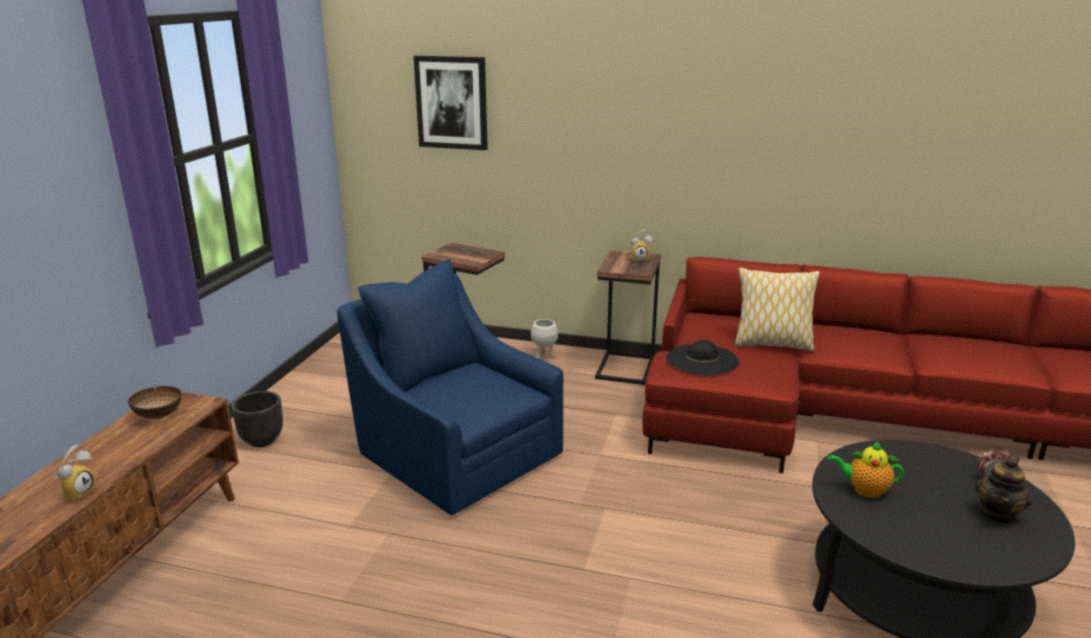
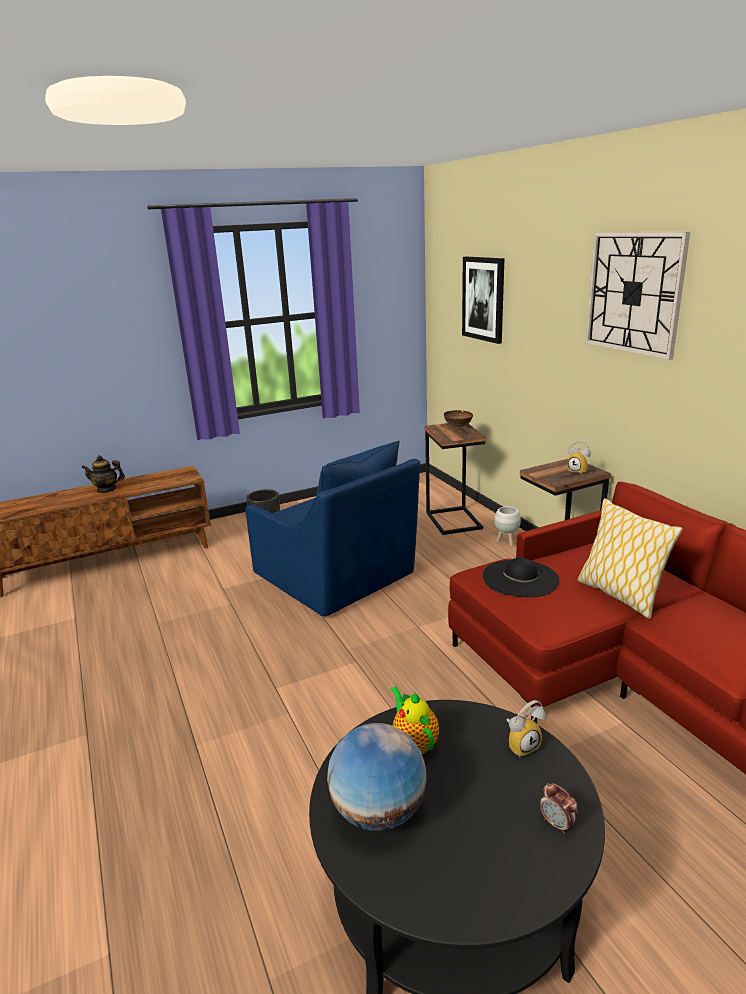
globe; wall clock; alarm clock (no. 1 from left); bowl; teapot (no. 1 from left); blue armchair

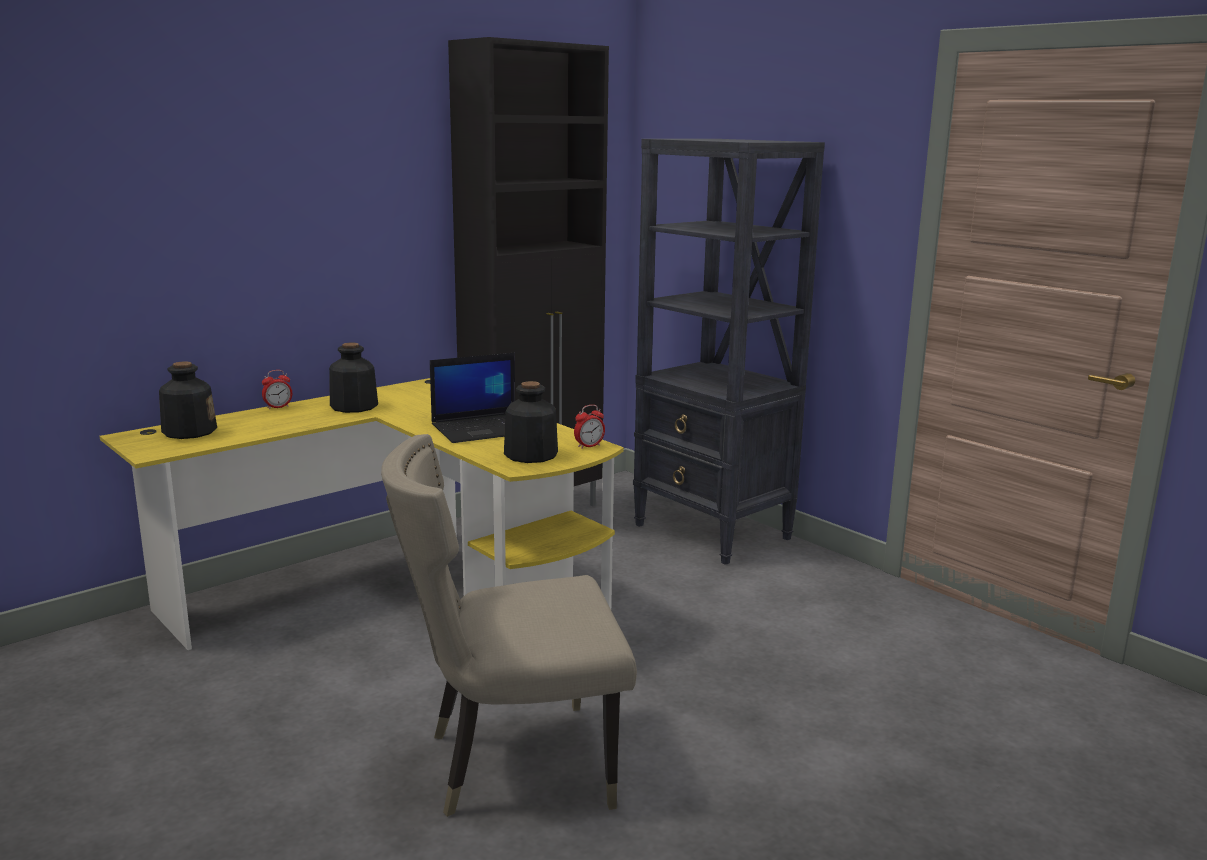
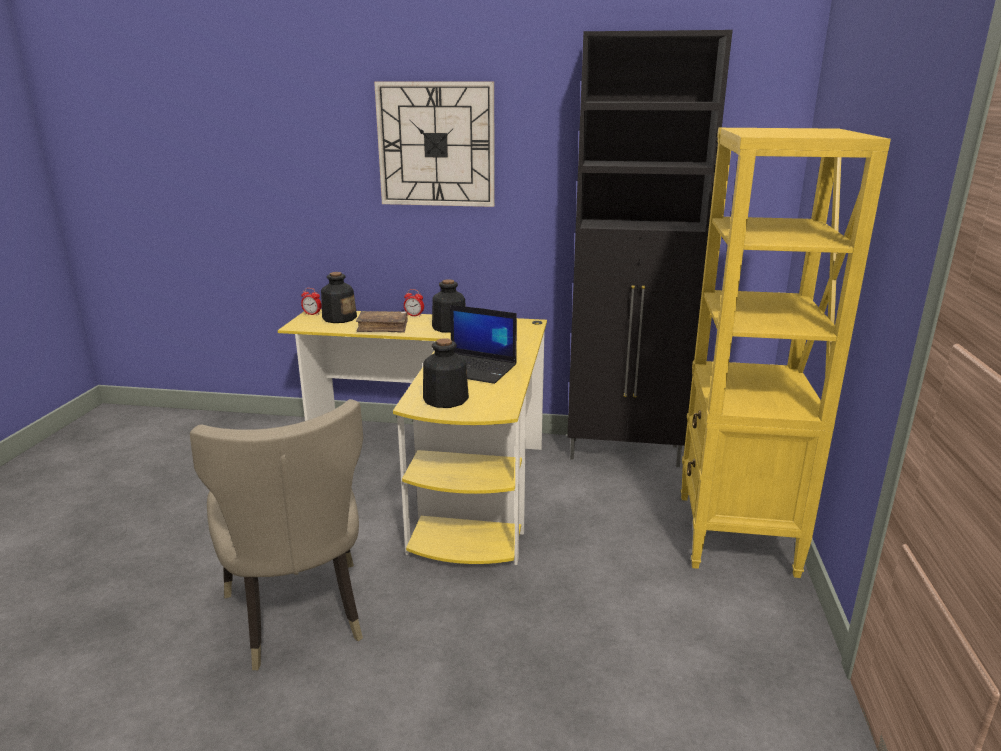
brown book; wall clock; alarm clock (no. 1 from left); yellow bookcase; beige chair

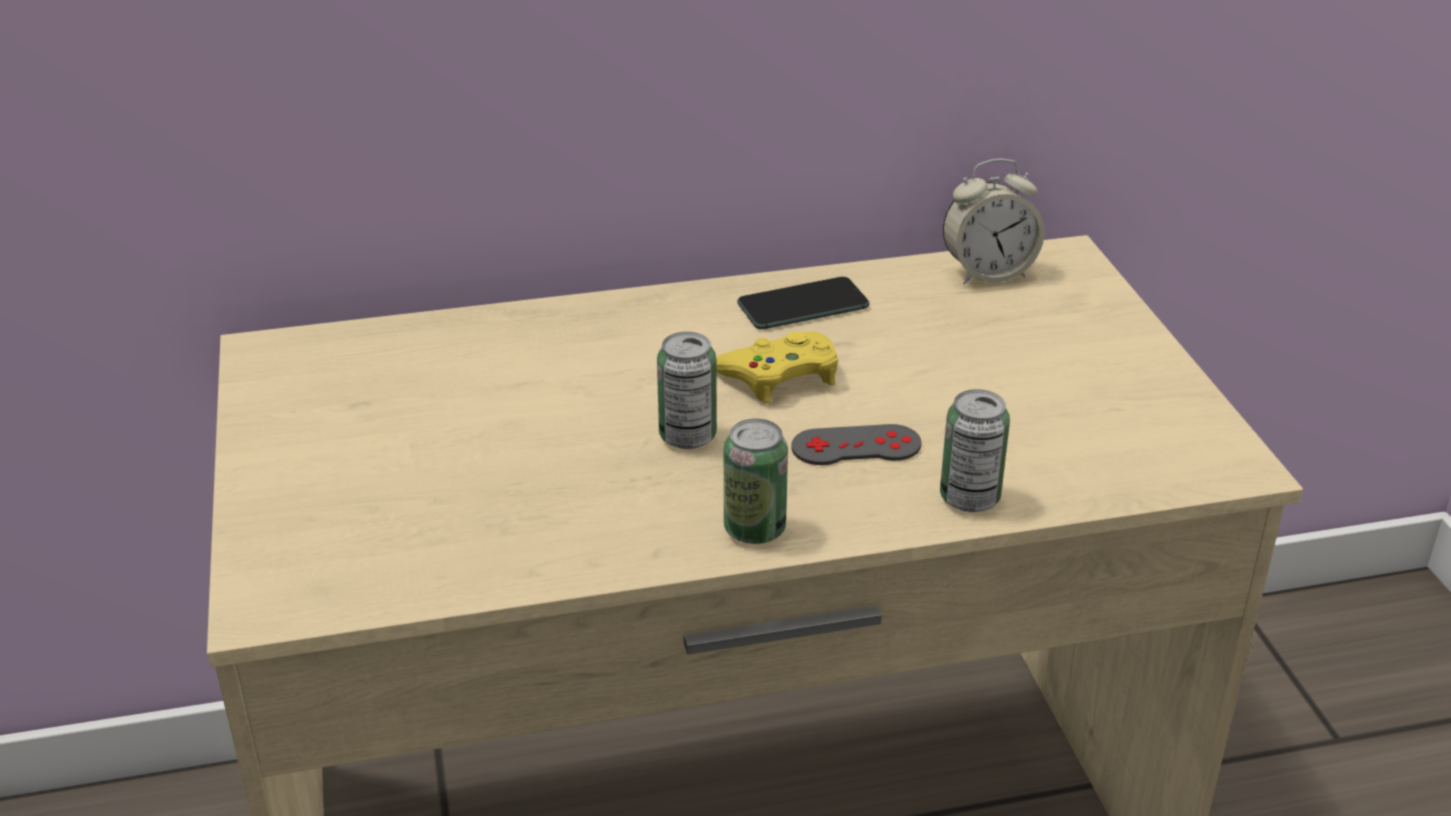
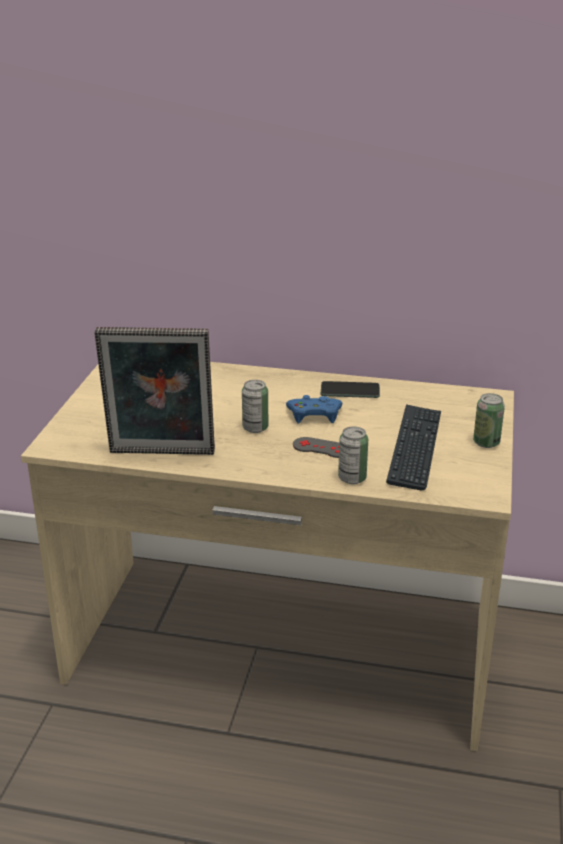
alarm clock; picture frame; keyboard; can (no. 3 from left); blue game controller

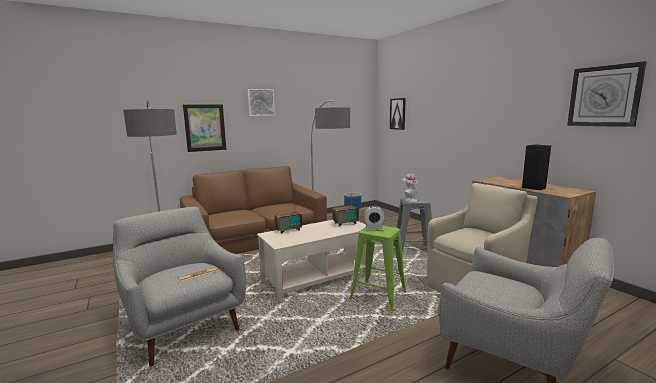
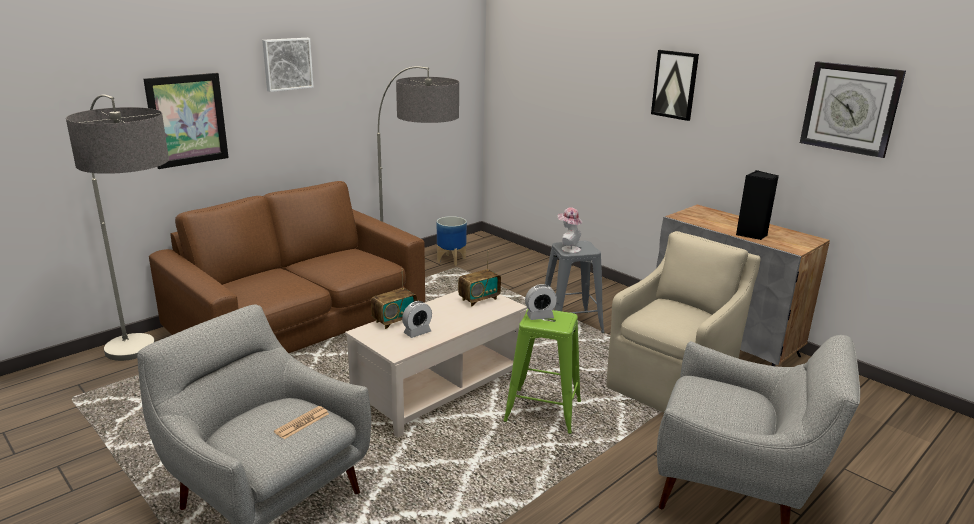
alarm clock (no. 1 from left); picture (no. 3 from left)

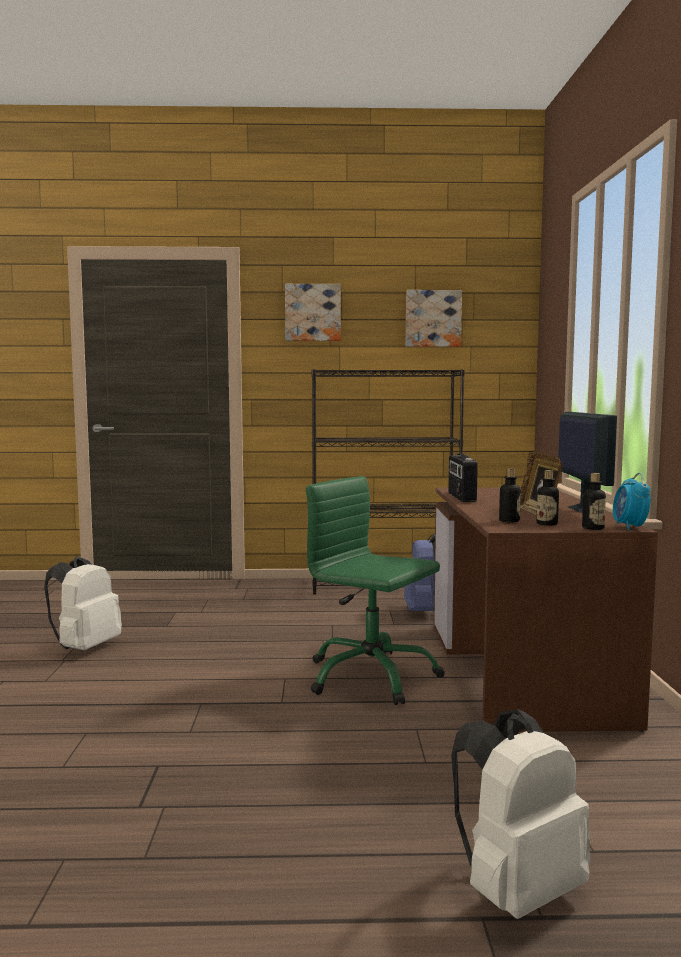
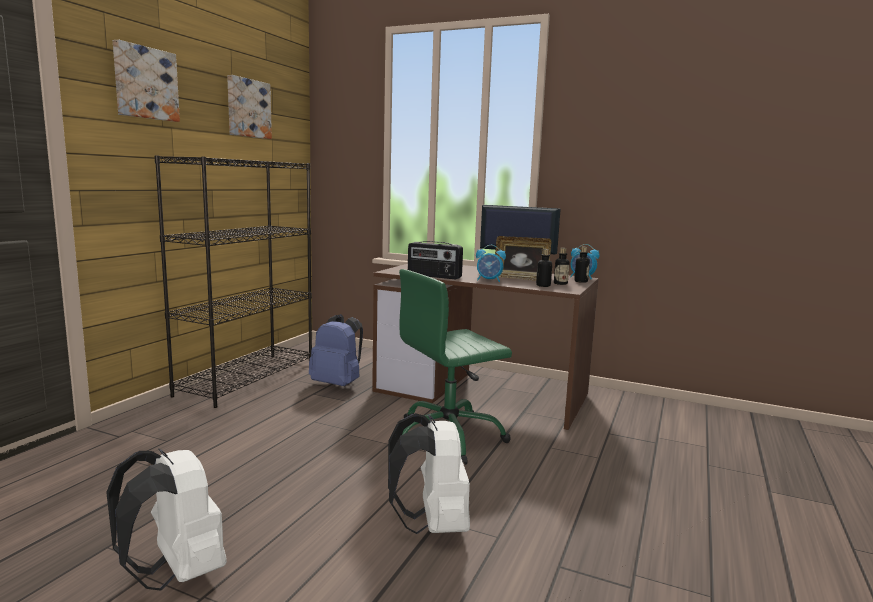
alarm clock (no. 1 from left); white backpack (no. 2 from left)

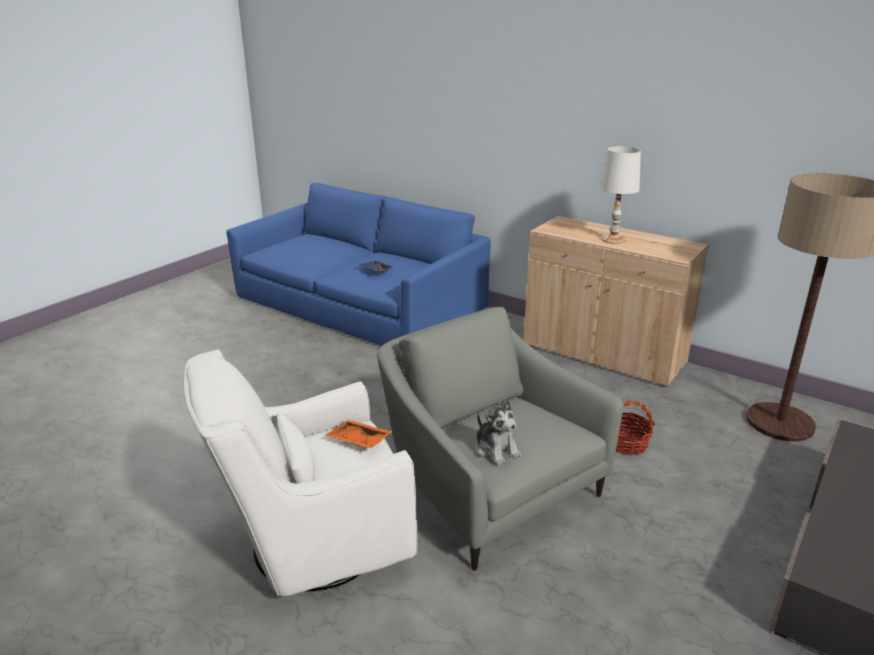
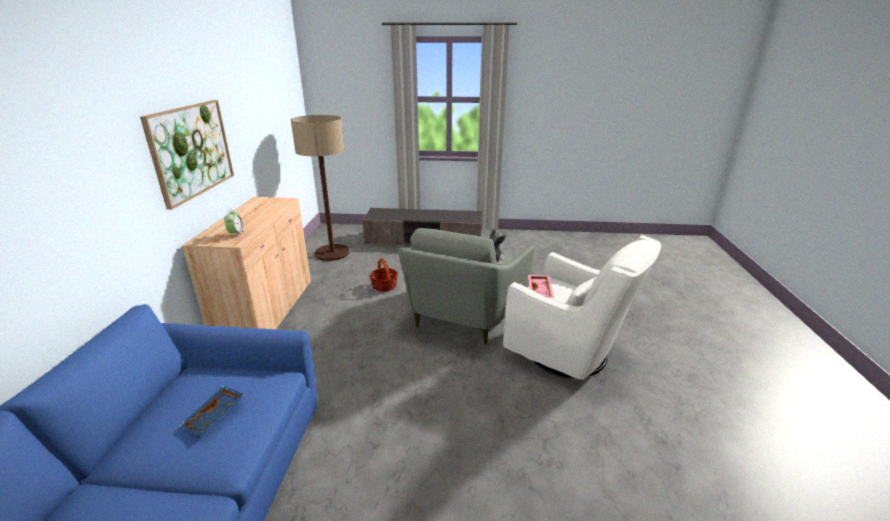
white table lamp; picture; alarm clock; pink tray

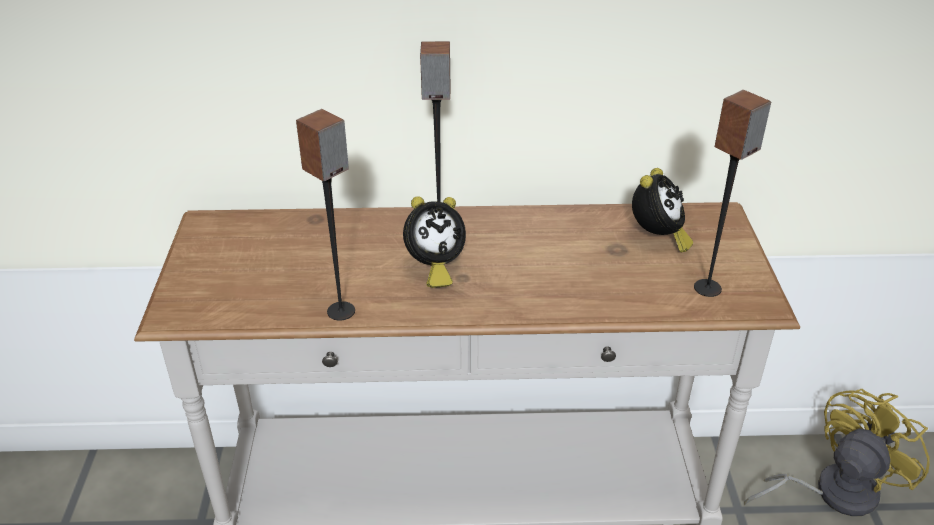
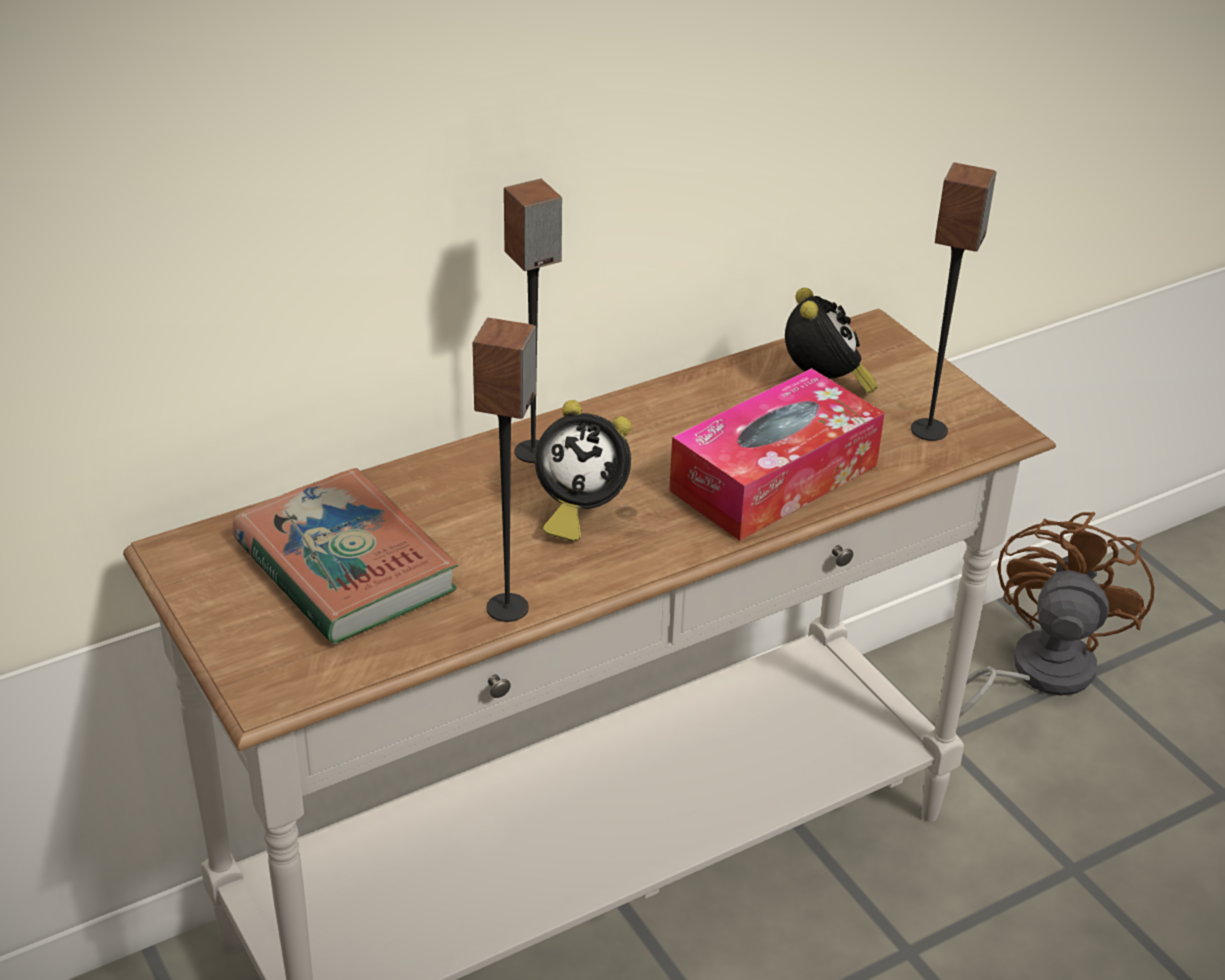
book; tissue box; brown fan; alarm clock (no. 1 from left)

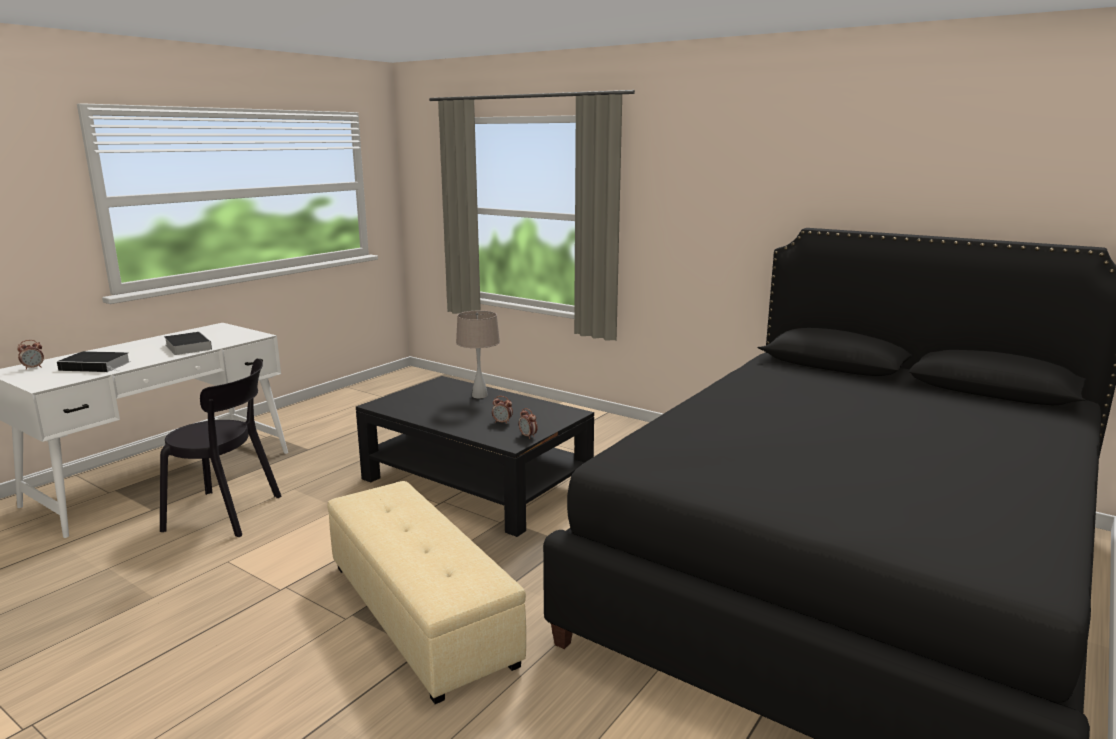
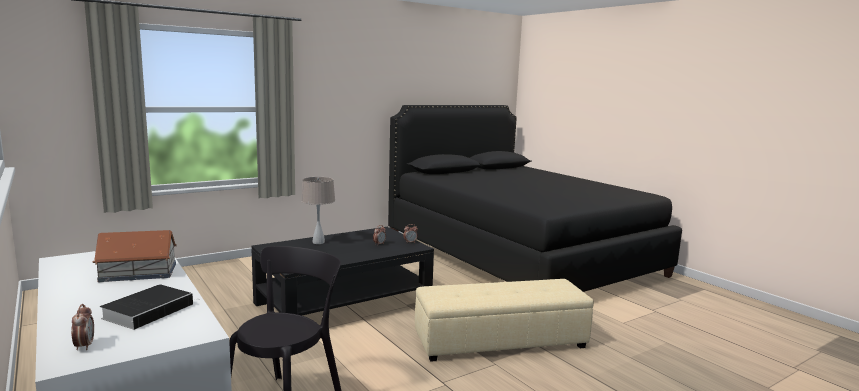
toy house

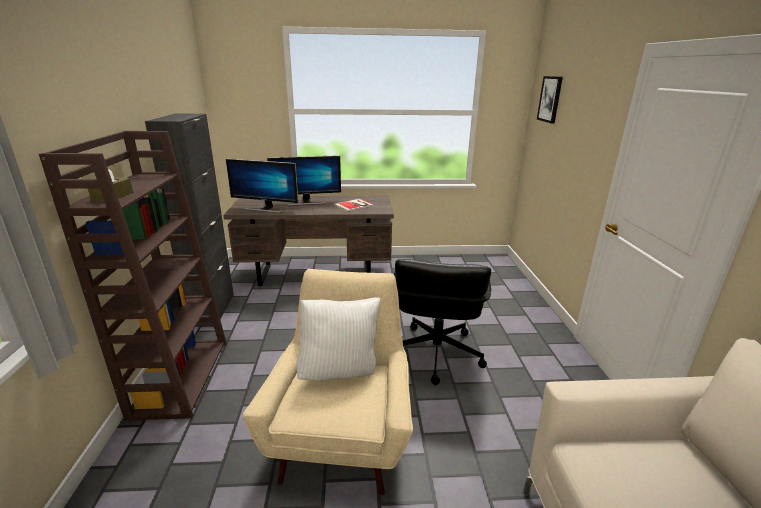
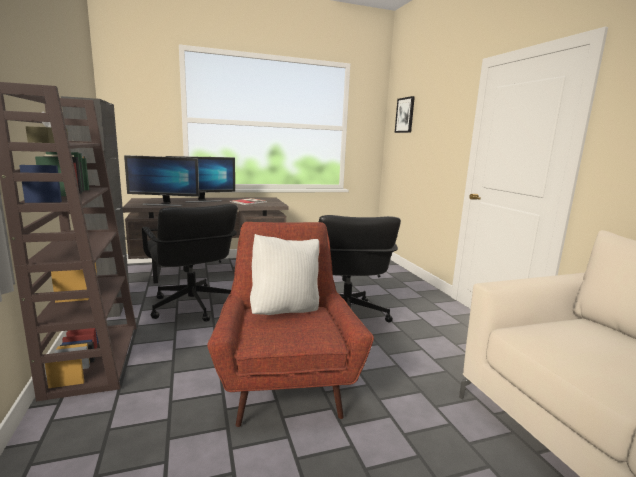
black office chair (no. 1 from left); red armchair

